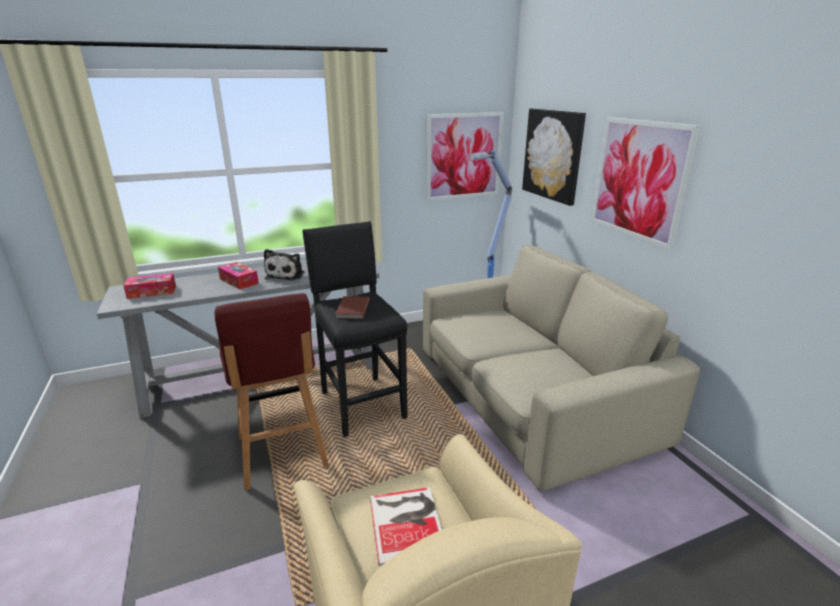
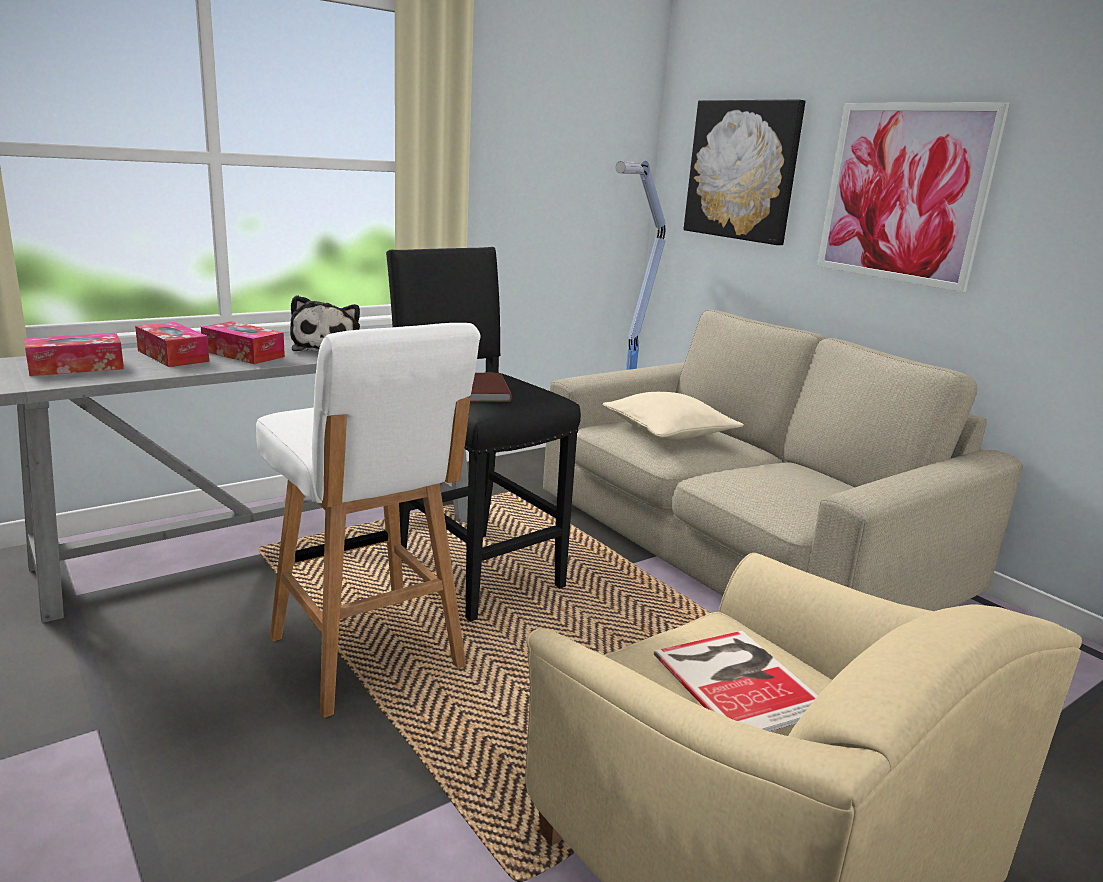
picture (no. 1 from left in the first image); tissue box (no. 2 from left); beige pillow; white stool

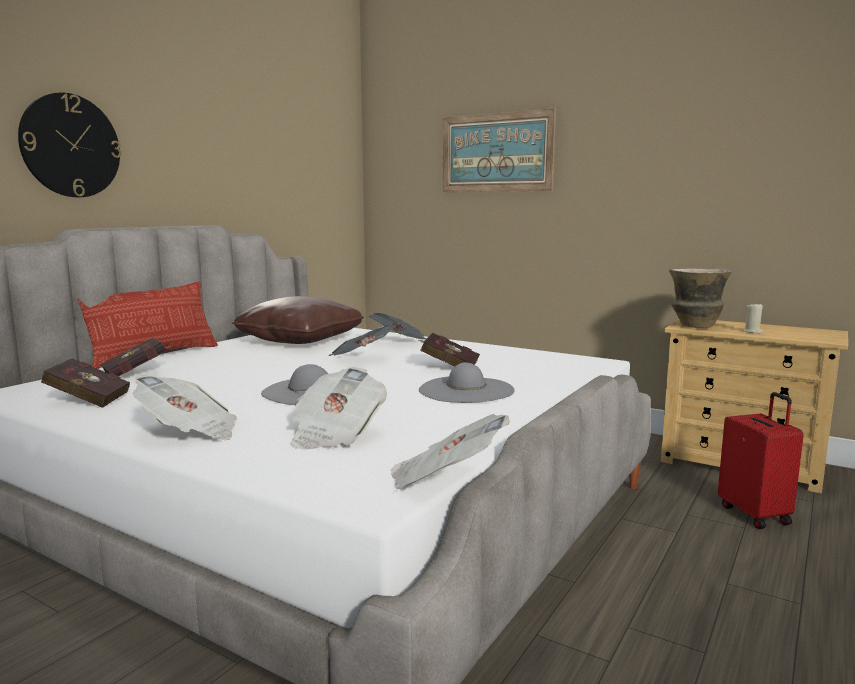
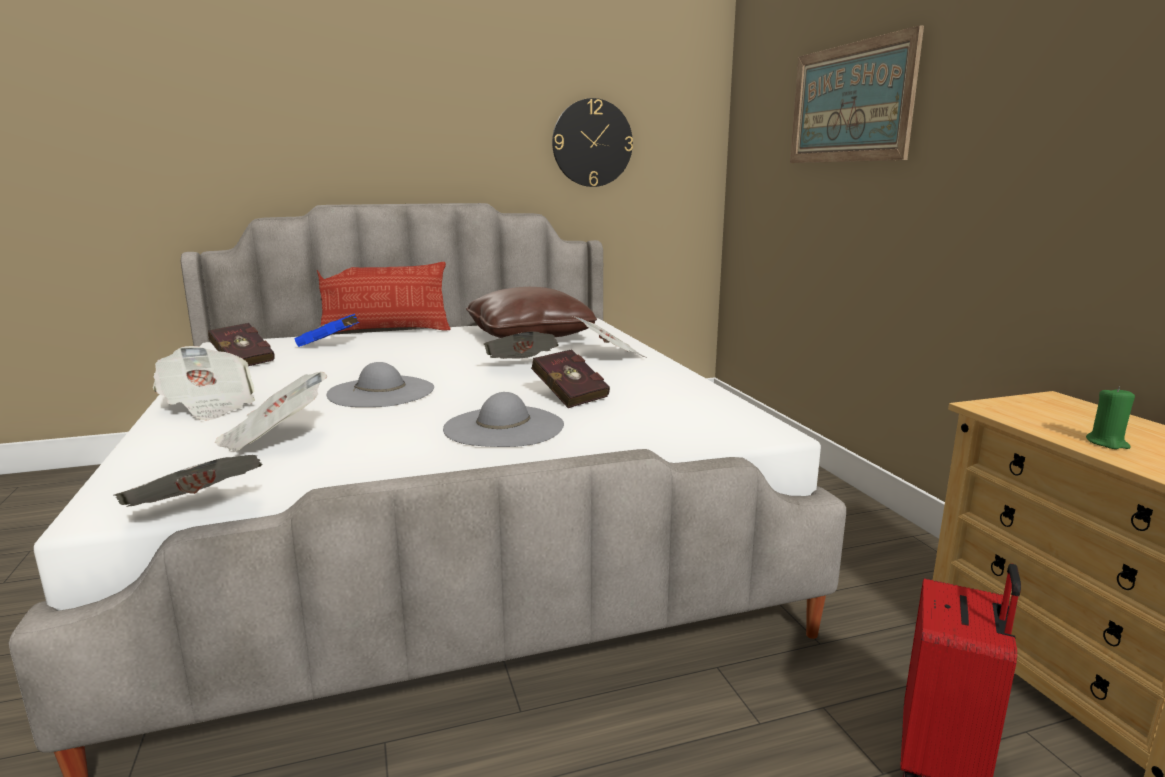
vase; wall clock; blue book; green candle

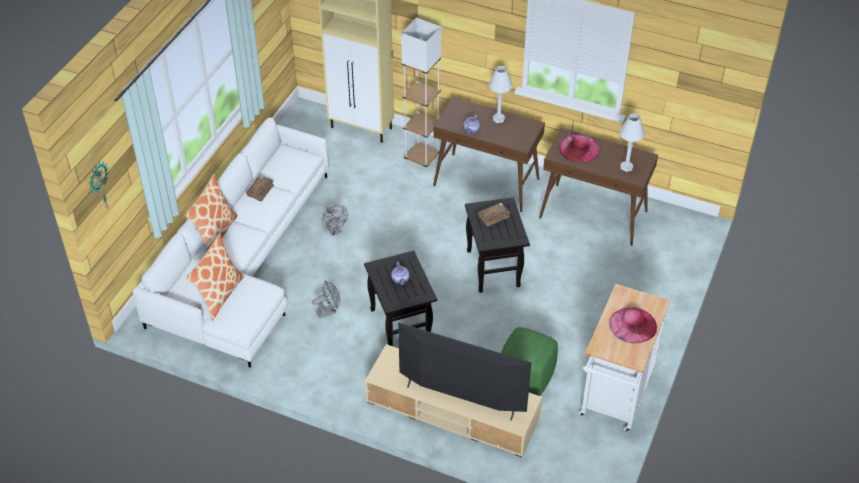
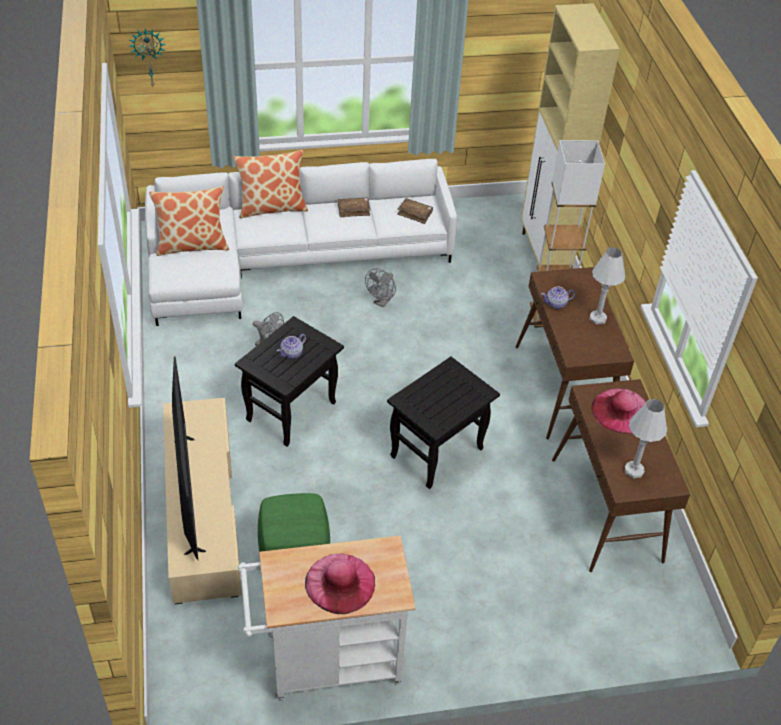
brown book (no. 2 from left)

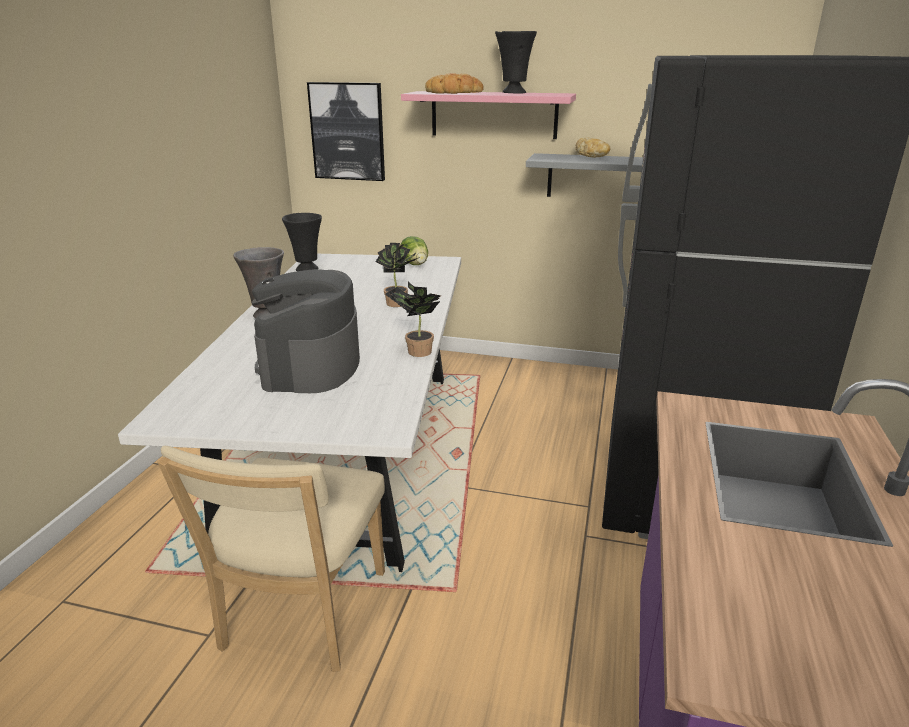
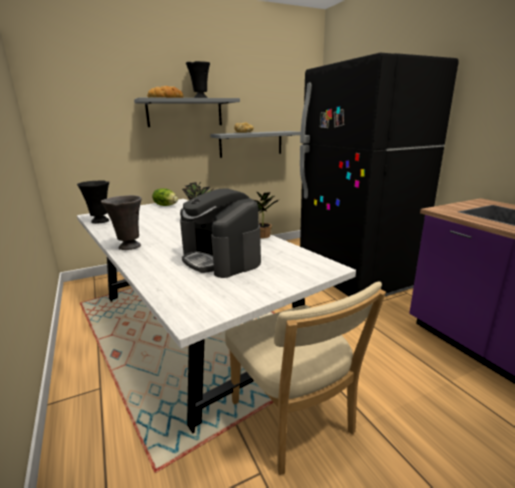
picture; grey shelf (no. 1 from left)

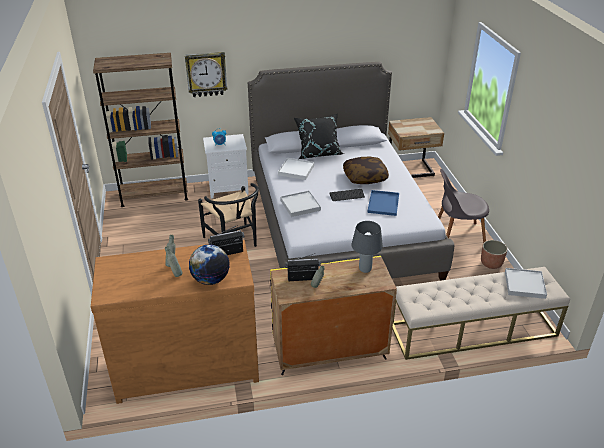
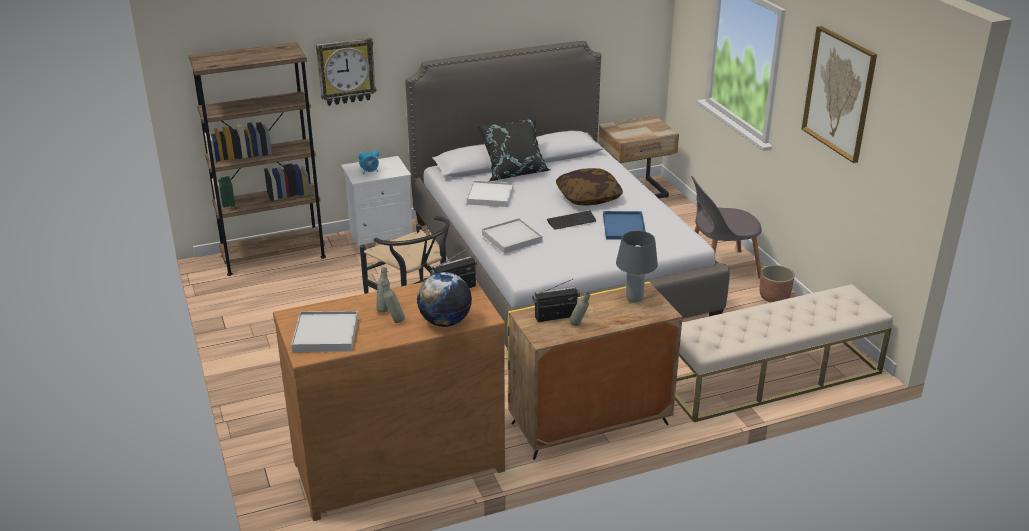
picture; white tray (no. 1 from left)

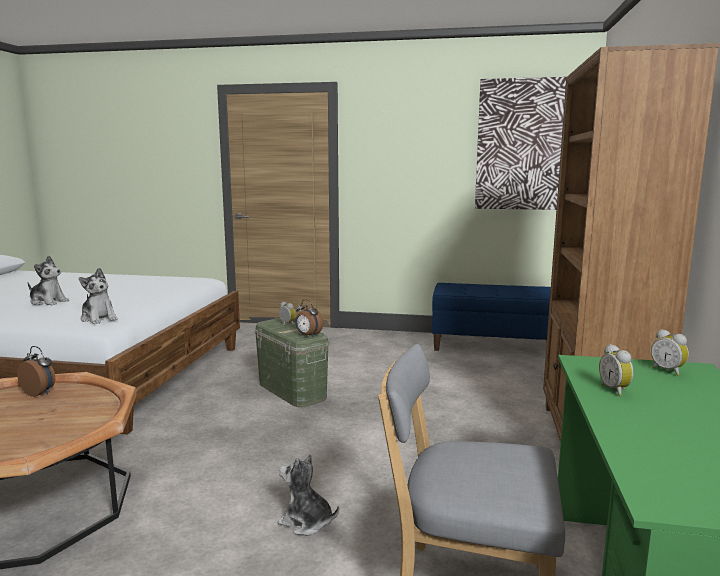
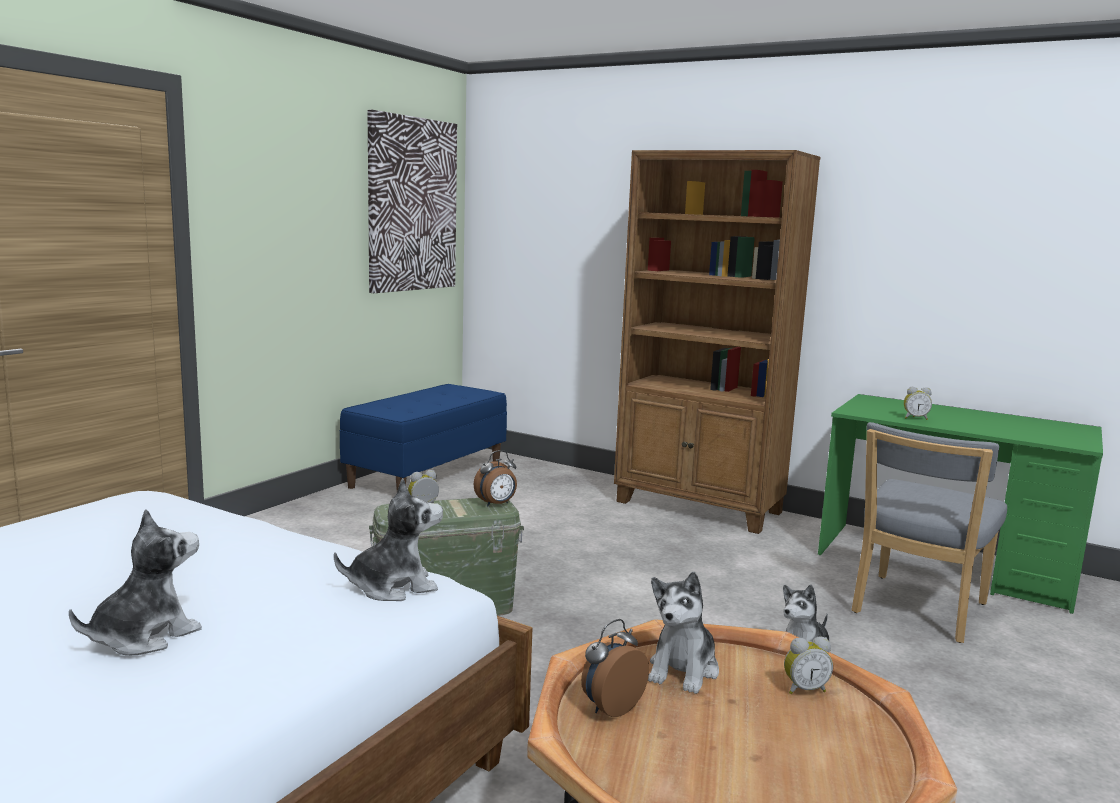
plush toy (no. 3 from left); alarm clock (no. 4 from left)

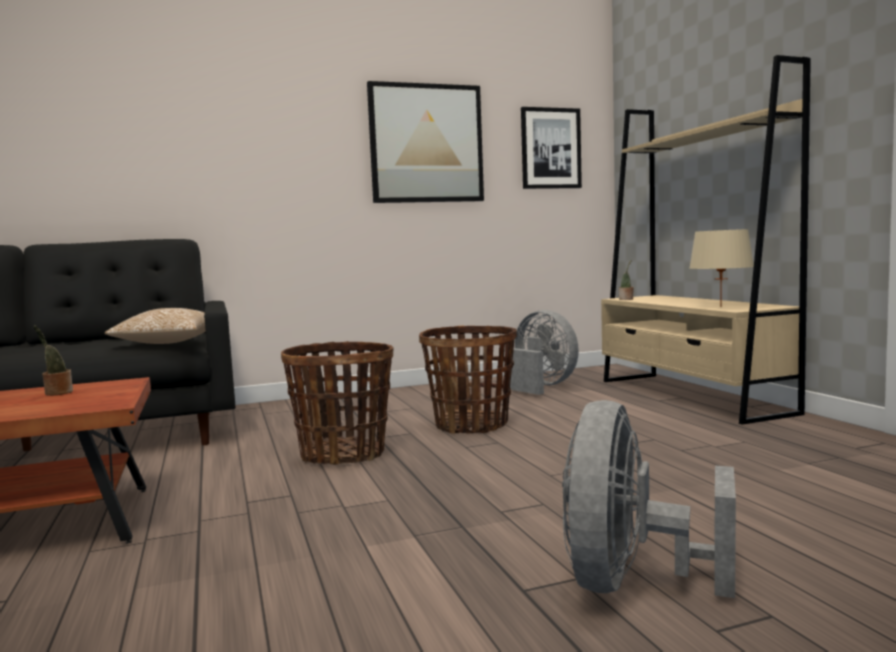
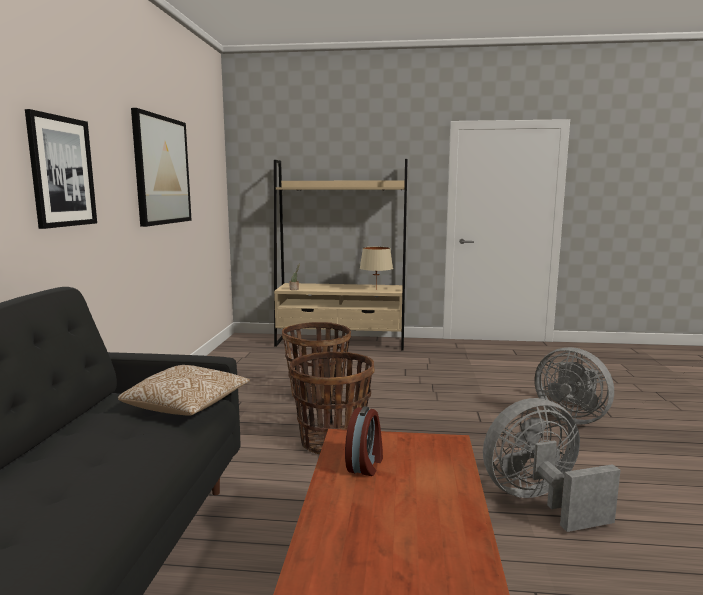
grey fan (no. 1 from left); picture (no. 1 from left); alarm clock

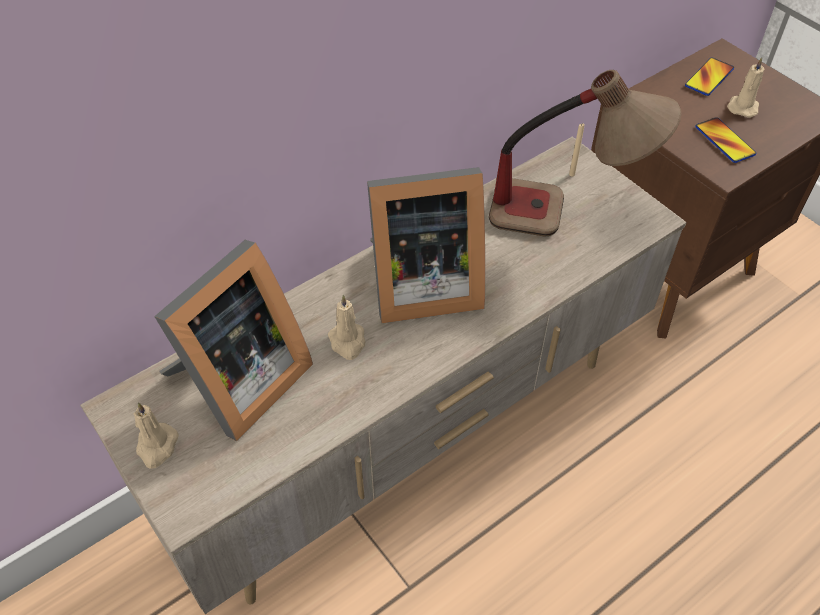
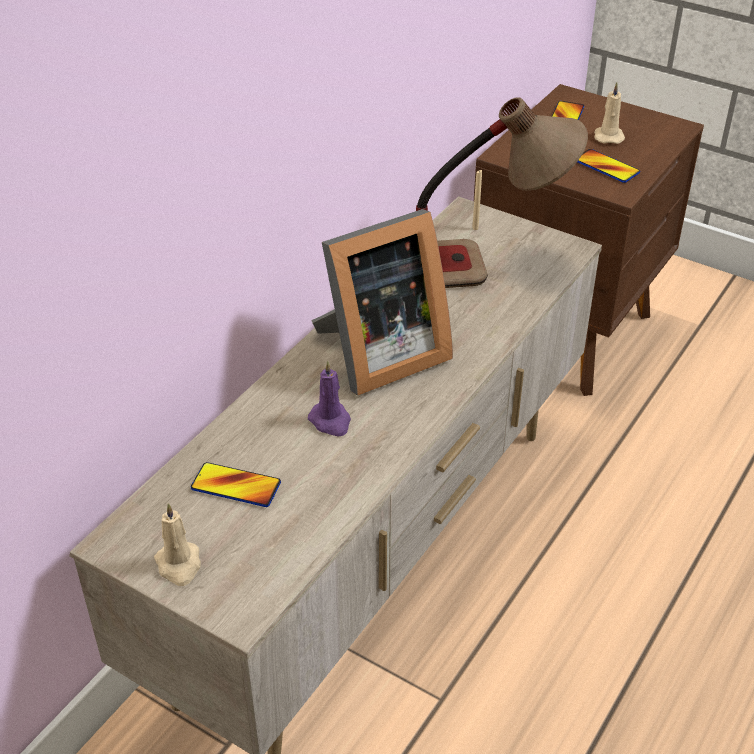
phone (no. 1 from left); purple candle

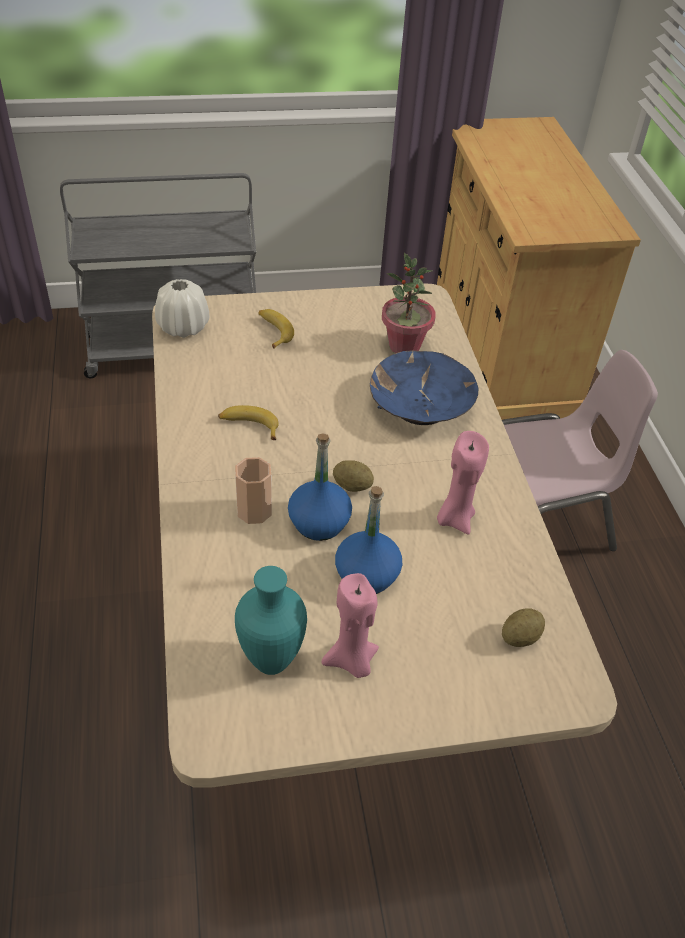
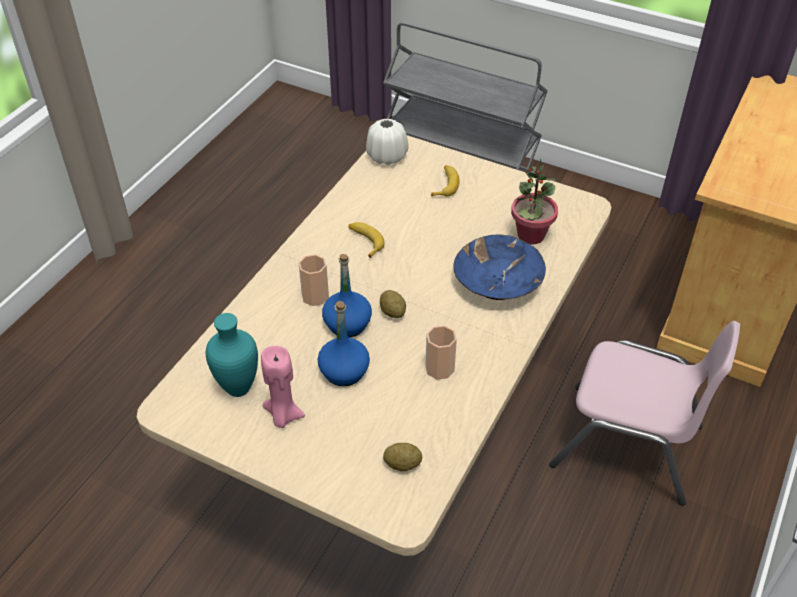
cup (no. 2 from left)

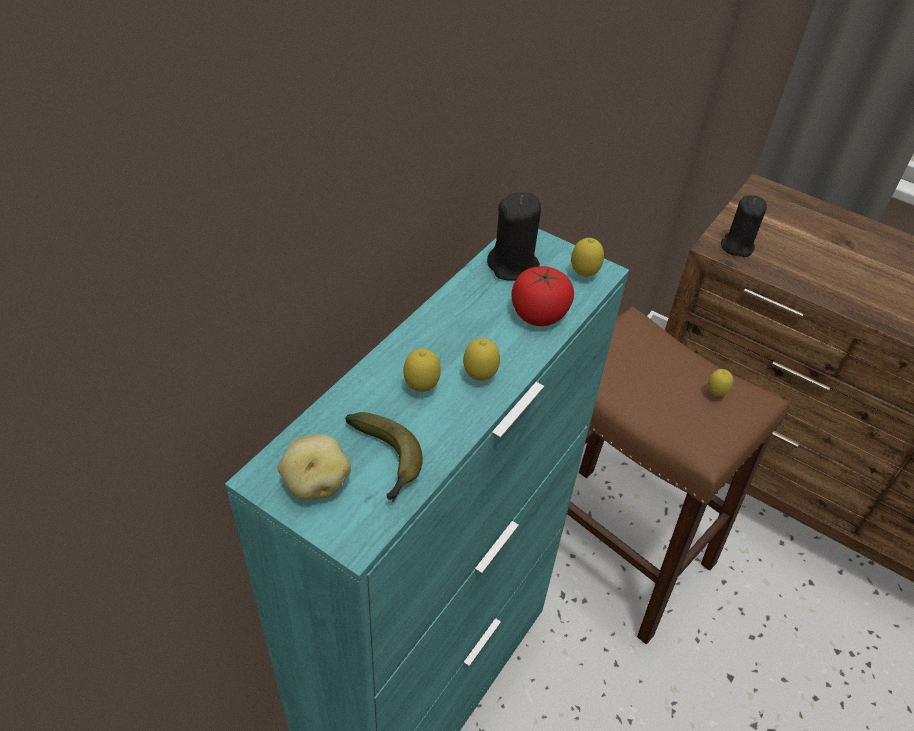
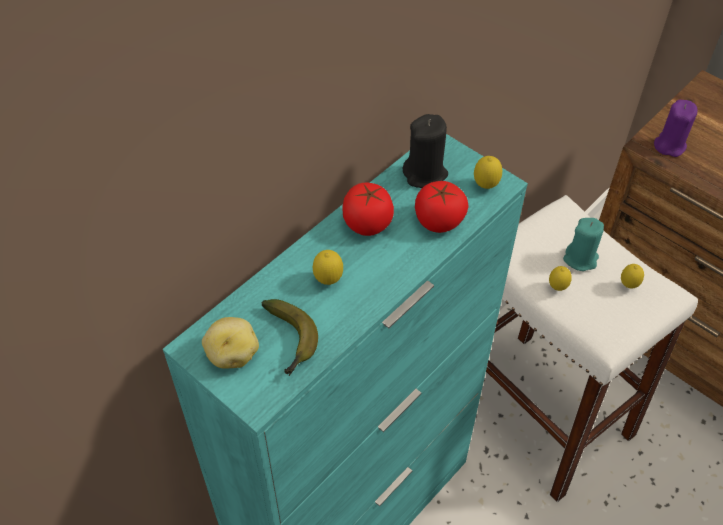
tomato (no. 1 from left); turquoise candle; lemon (no. 3 from left); white stool; purple candle

